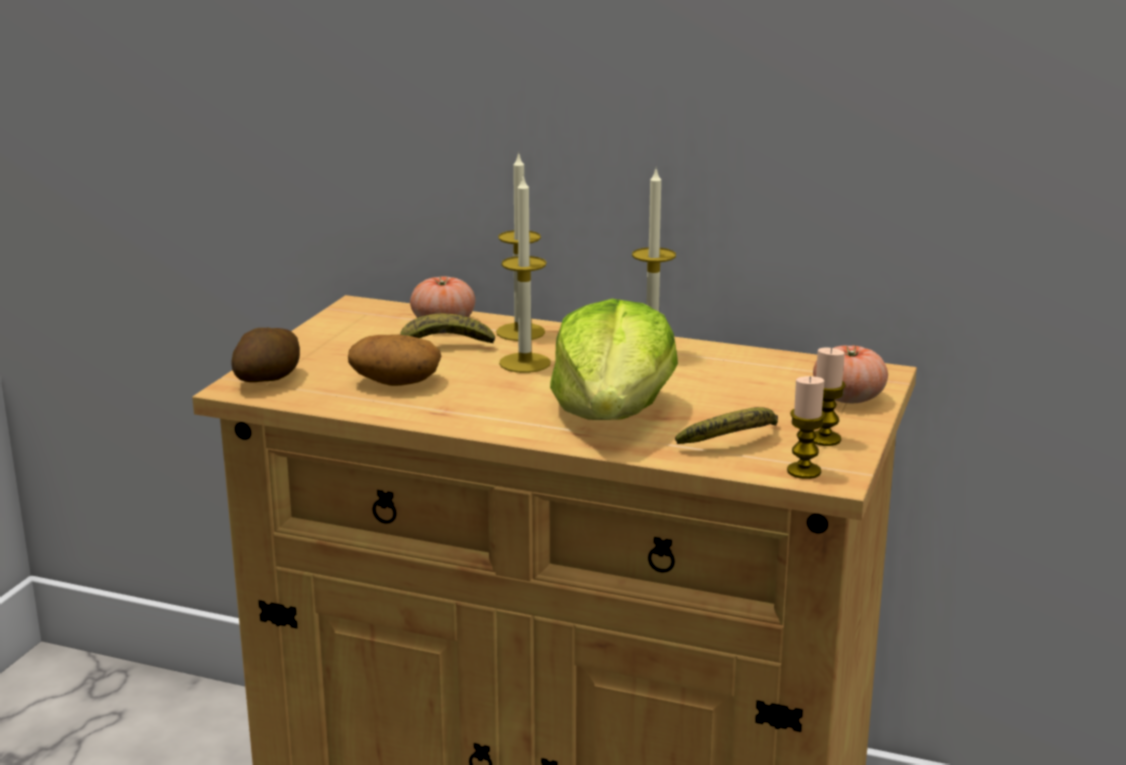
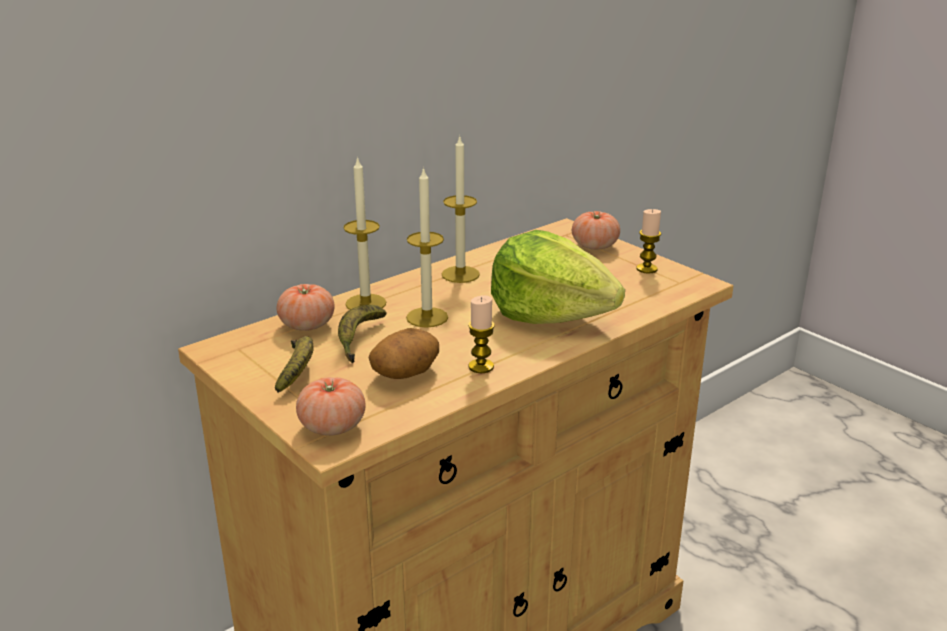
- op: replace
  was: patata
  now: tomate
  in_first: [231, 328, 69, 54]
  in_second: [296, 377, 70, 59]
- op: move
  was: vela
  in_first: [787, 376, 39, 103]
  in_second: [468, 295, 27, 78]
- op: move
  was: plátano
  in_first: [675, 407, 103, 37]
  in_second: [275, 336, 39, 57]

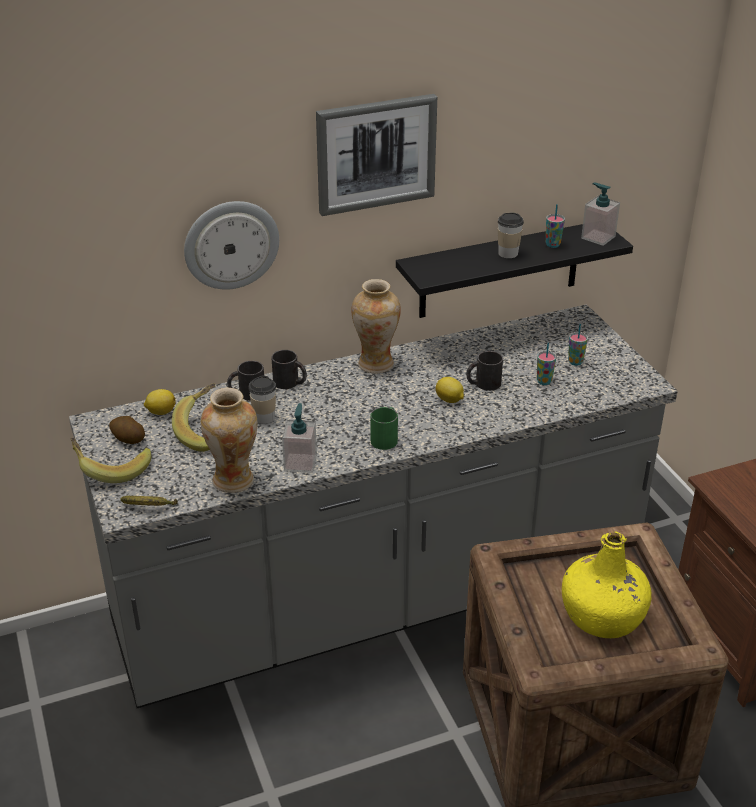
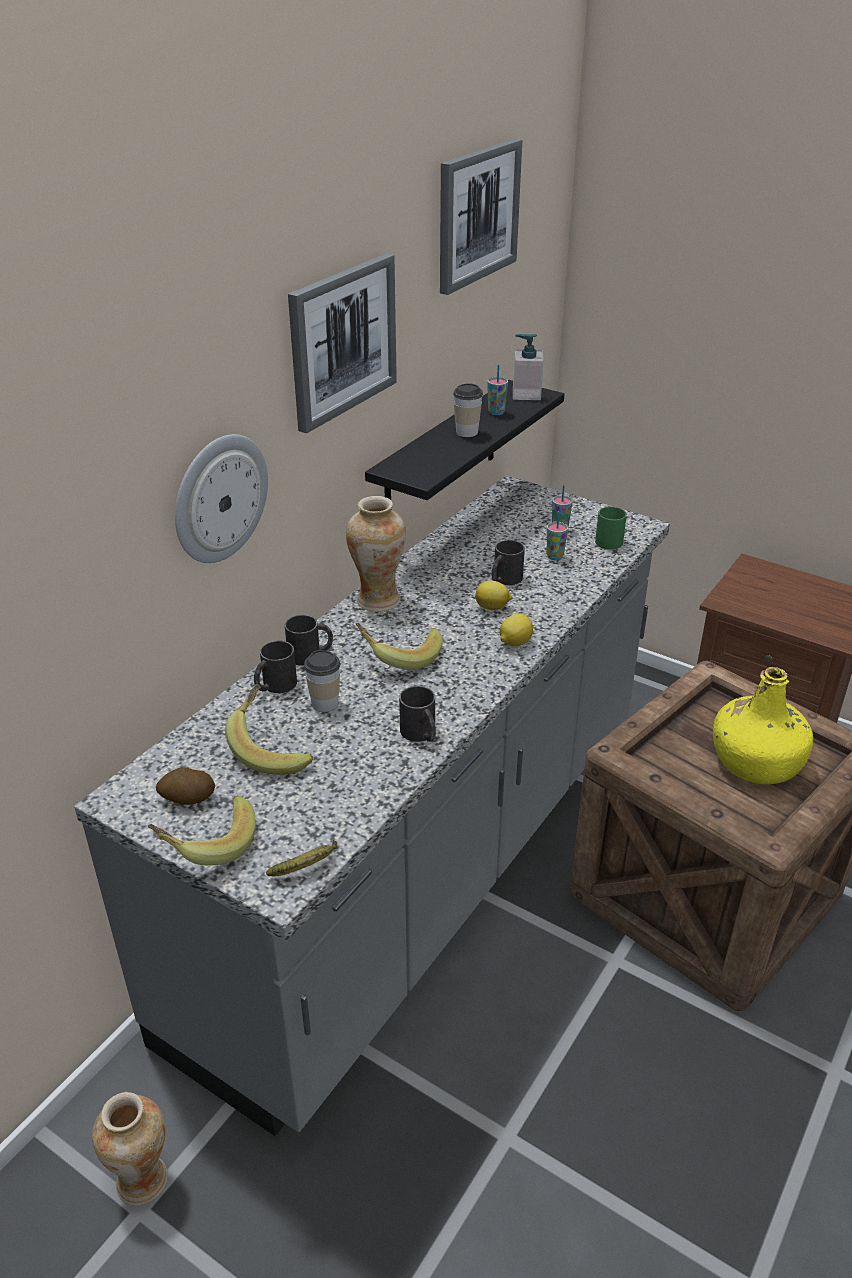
- op: move
  was: florero
  in_first: [201, 388, 56, 105]
  in_second: [92, 1092, 76, 114]
- op: move
  was: limón
  in_first: [144, 389, 32, 26]
  in_second: [499, 614, 34, 32]
- op: replace
  was: dispensador de jabón
  now: taza grande (negro)
  in_first: [282, 403, 35, 70]
  in_second: [399, 686, 37, 56]
- op: move
  was: taza grande (verde)
  in_first: [370, 407, 28, 43]
  in_second: [595, 507, 32, 43]
- op: insert
  now: cuadro
  in_second: [440, 139, 82, 156]
- op: insert
  now: plátano
  in_second: [355, 623, 88, 47]

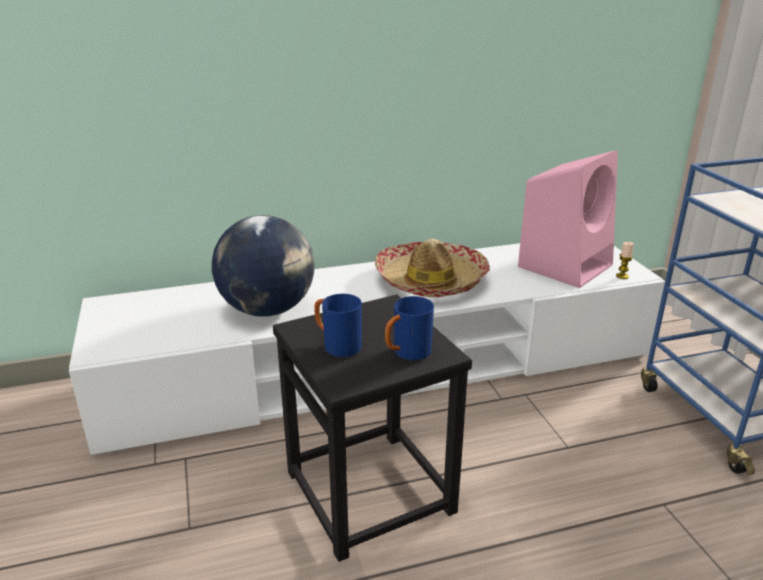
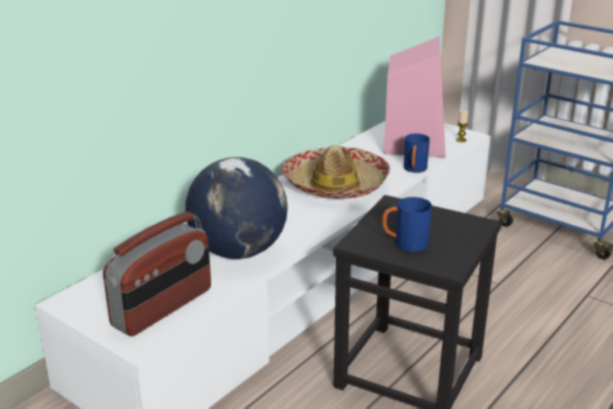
- op: move
  was: taza grande (azul)
  in_first: [385, 296, 49, 64]
  in_second: [404, 133, 26, 40]
- op: insert
  now: radio
  in_second: [103, 212, 108, 124]

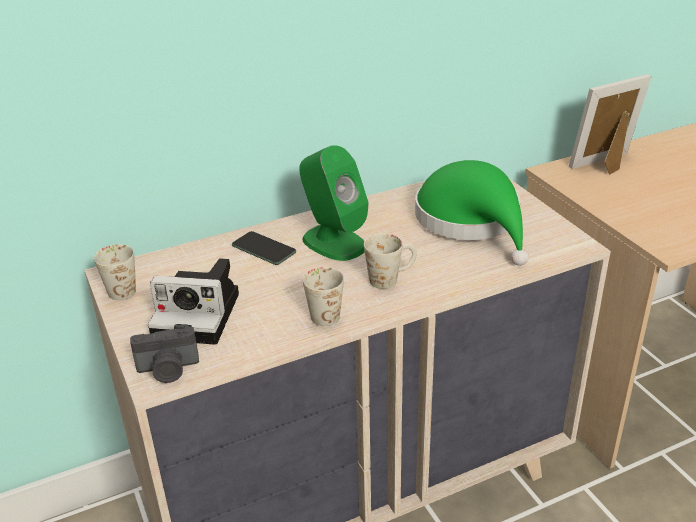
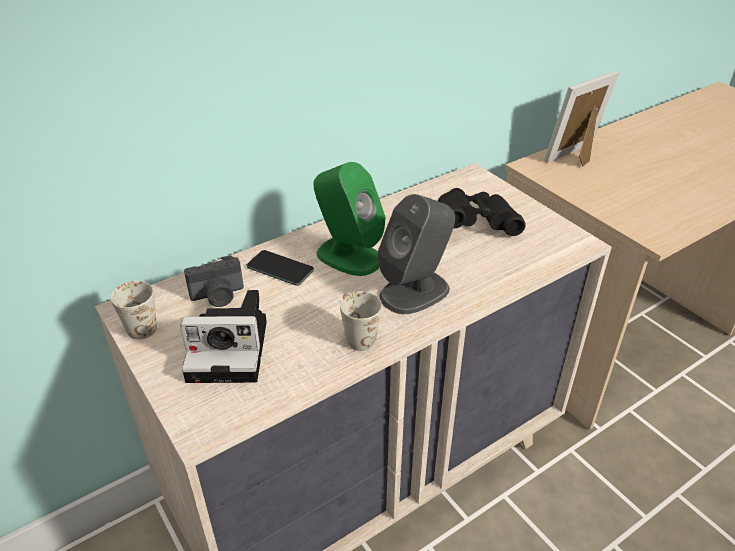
- op: replace
  was: sombrero (verde)
  now: prismáticos (negro)
  in_first: [415, 160, 114, 106]
  in_second: [438, 188, 88, 48]
- op: replace
  was: taza grande (blanco)
  now: altavoz (gris)
  in_first: [364, 233, 53, 56]
  in_second: [378, 194, 77, 120]
- op: move
  was: cámara
  in_first: [130, 324, 69, 59]
  in_second: [184, 256, 60, 51]

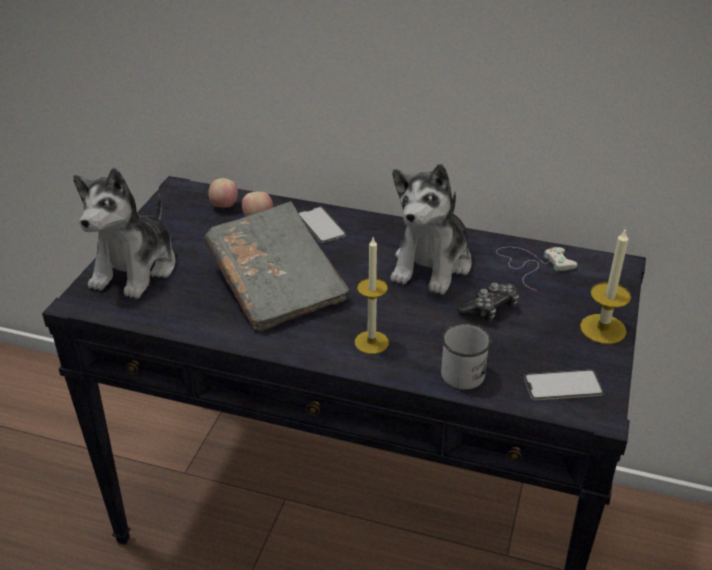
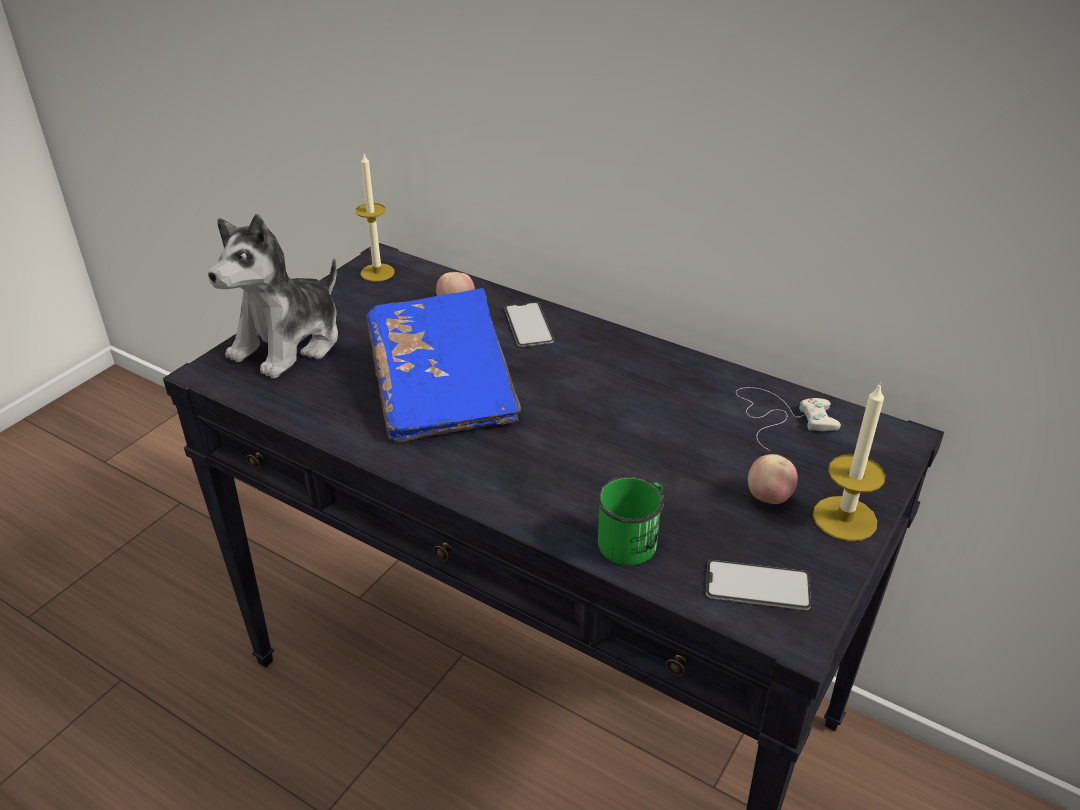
- op: delete
  was: peluche
  in_first: [391, 164, 81, 131]
- op: move
  was: manzana
  in_first: [209, 178, 29, 30]
  in_second: [748, 454, 50, 50]
- op: recolor
  was: libro (gris)
  now: libro (azul)
  in_first: [204, 202, 145, 130]
  in_second: [366, 288, 155, 155]
- op: move
  was: vela
  in_first: [355, 238, 34, 116]
  in_second: [355, 154, 40, 128]
- op: delete
  was: mando de consola
  in_first: [458, 282, 61, 40]
- op: recolor
  was: taza grande (blanco)
  now: taza grande (verde)
  in_first: [441, 323, 50, 67]
  in_second: [597, 476, 67, 90]

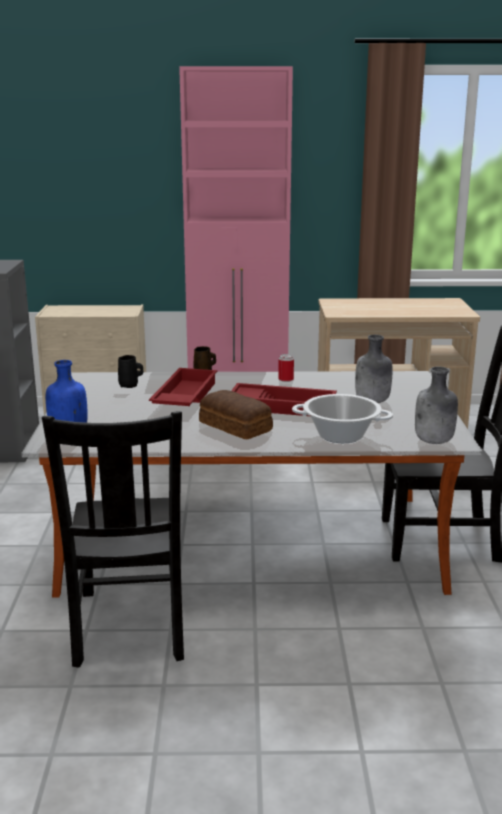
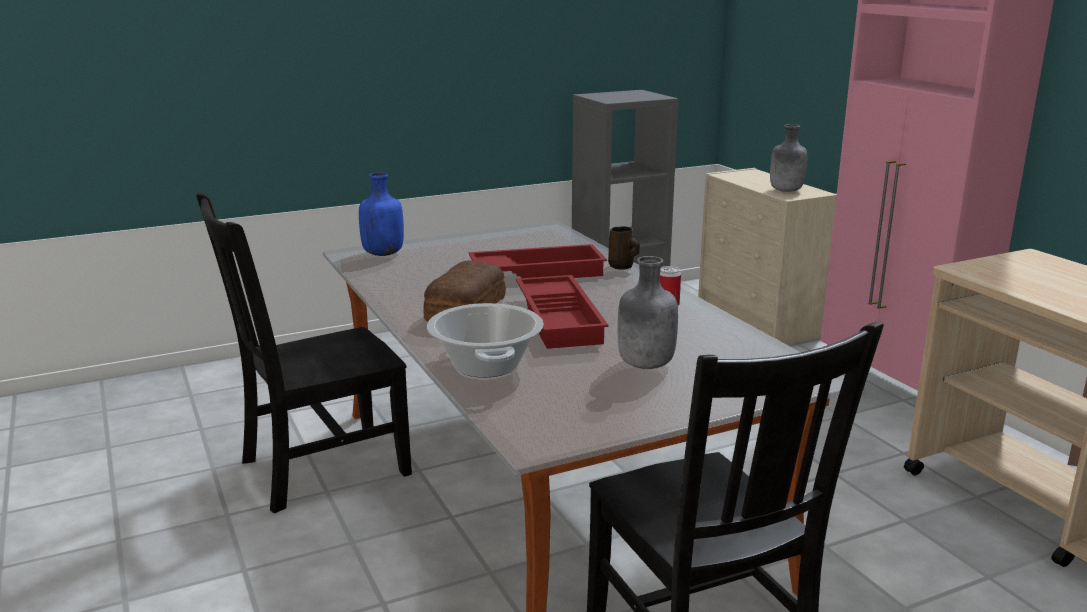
- op: delete
  was: taza grande (negro)
  in_first: [118, 355, 25, 33]
- op: move
  was: botella (gris)
  in_first: [415, 366, 43, 78]
  in_second: [770, 124, 37, 68]

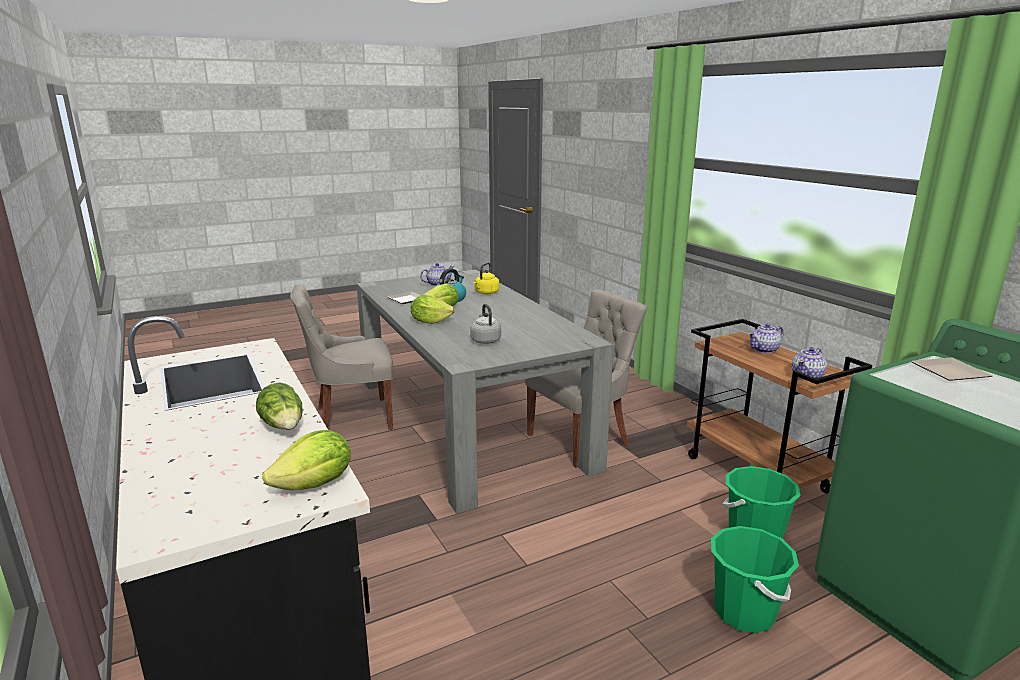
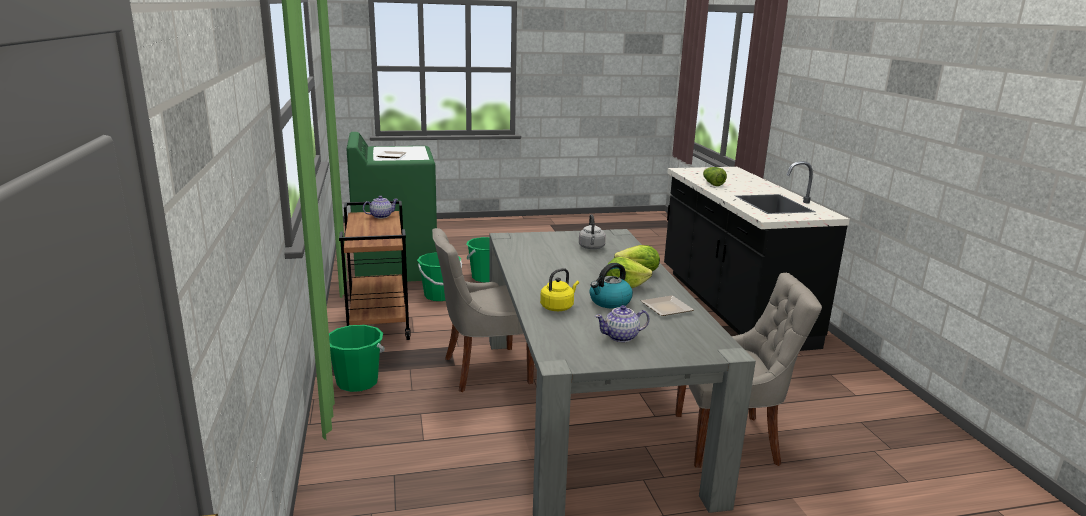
- op: delete
  was: tetera
  in_first: [748, 323, 36, 31]
- op: delete
  was: lechuga
  in_first: [262, 430, 89, 60]
- op: insert
  now: cubo (verde)
  in_second: [329, 325, 56, 67]

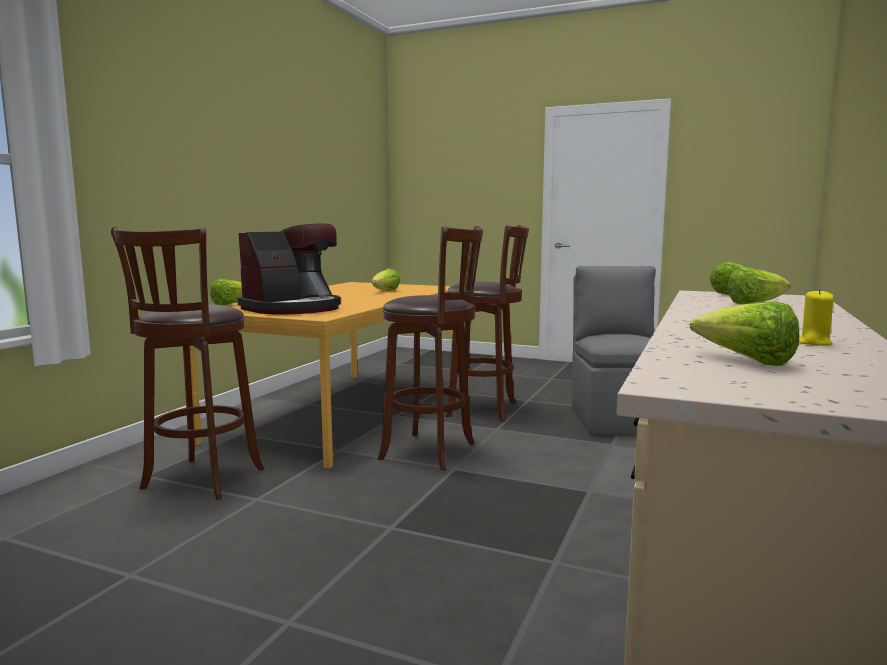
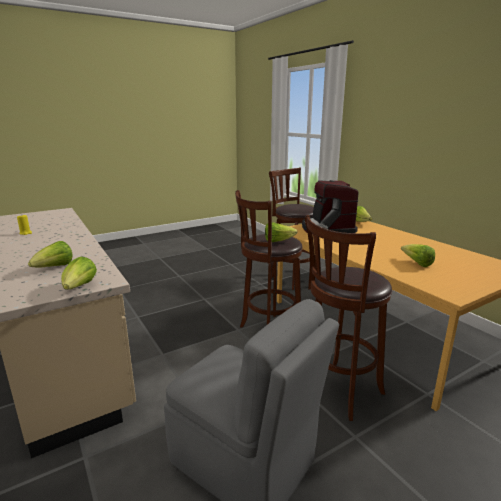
- op: move
  was: lechuga
  in_first: [690, 301, 109, 65]
  in_second: [265, 222, 33, 20]

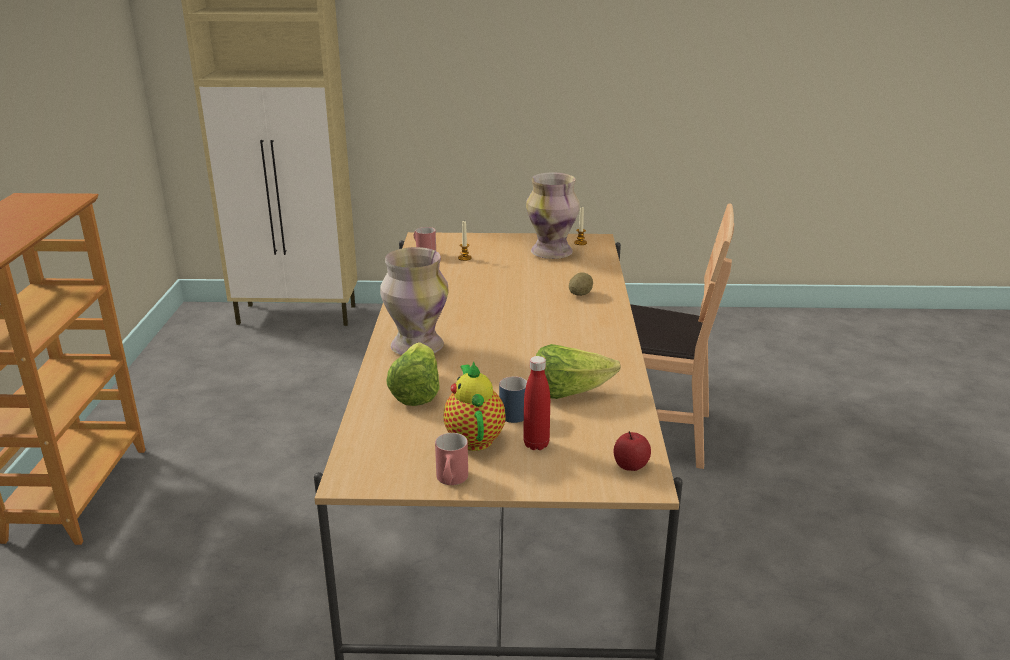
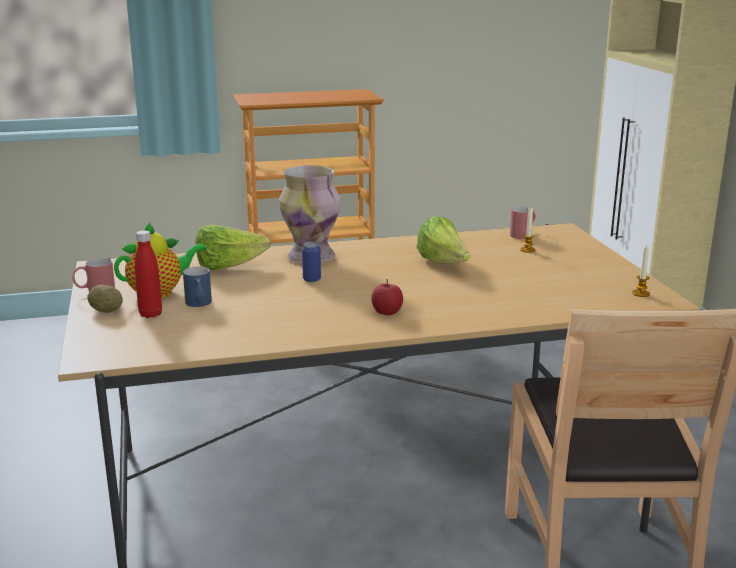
- op: delete
  was: florero
  in_first: [526, 172, 54, 87]
- op: move
  was: patata
  in_first: [569, 273, 24, 23]
  in_second: [87, 285, 36, 28]
- op: move
  was: lechuga
  in_first: [536, 344, 85, 55]
  in_second: [416, 216, 54, 48]
- op: move
  was: manzana
  in_first: [614, 431, 37, 40]
  in_second: [371, 279, 32, 36]
- op: insert
  now: lata
  in_second: [302, 242, 19, 40]

